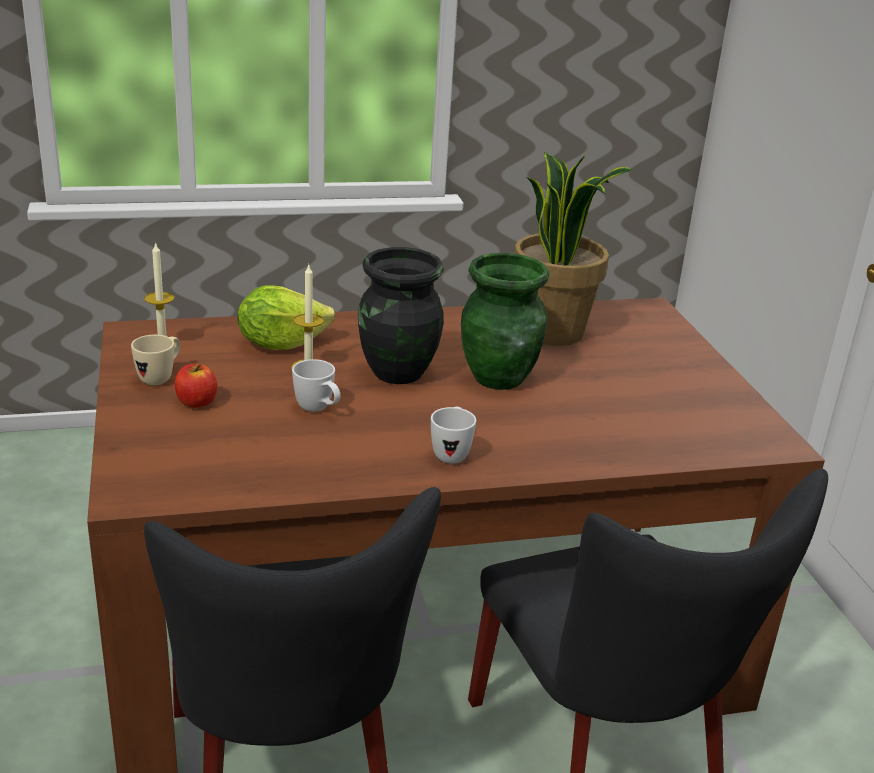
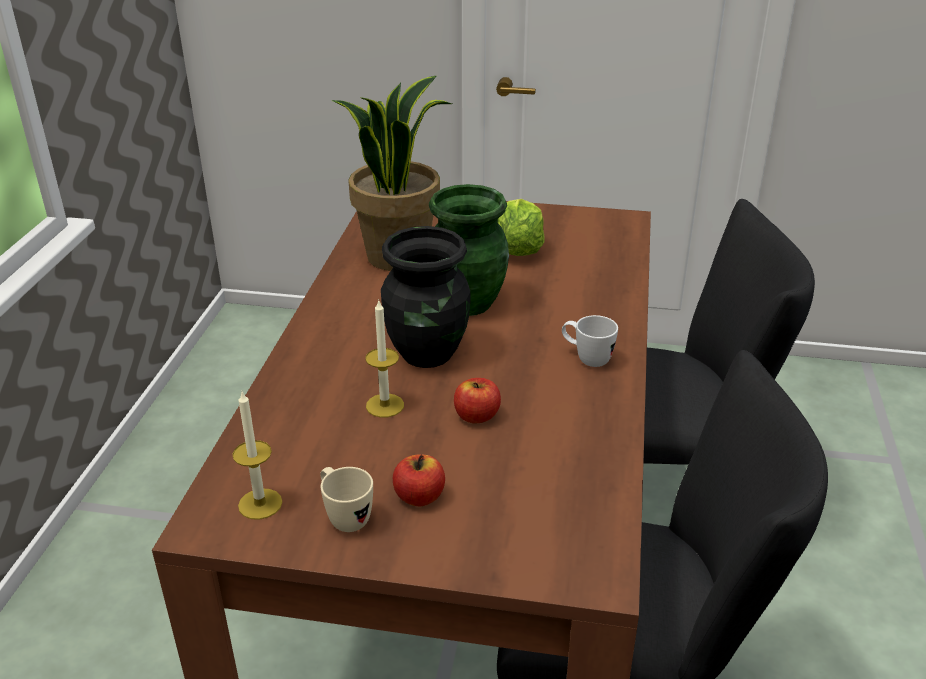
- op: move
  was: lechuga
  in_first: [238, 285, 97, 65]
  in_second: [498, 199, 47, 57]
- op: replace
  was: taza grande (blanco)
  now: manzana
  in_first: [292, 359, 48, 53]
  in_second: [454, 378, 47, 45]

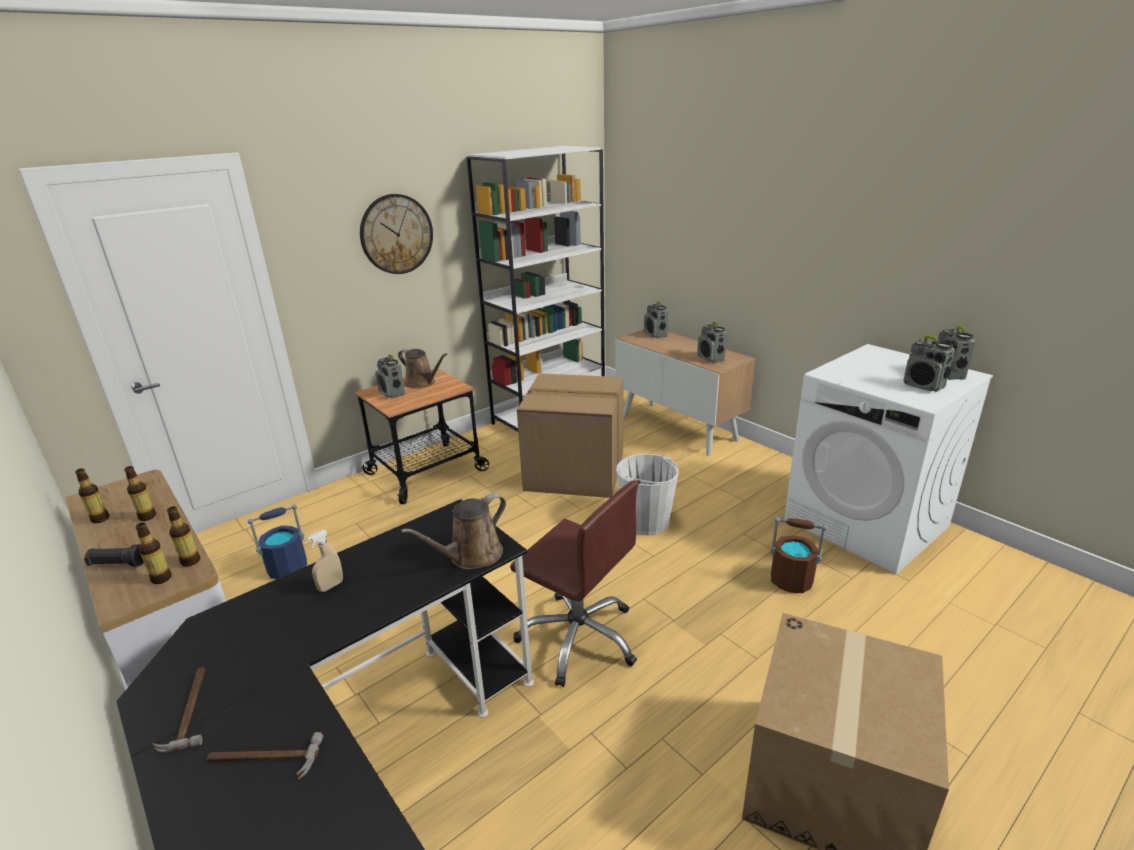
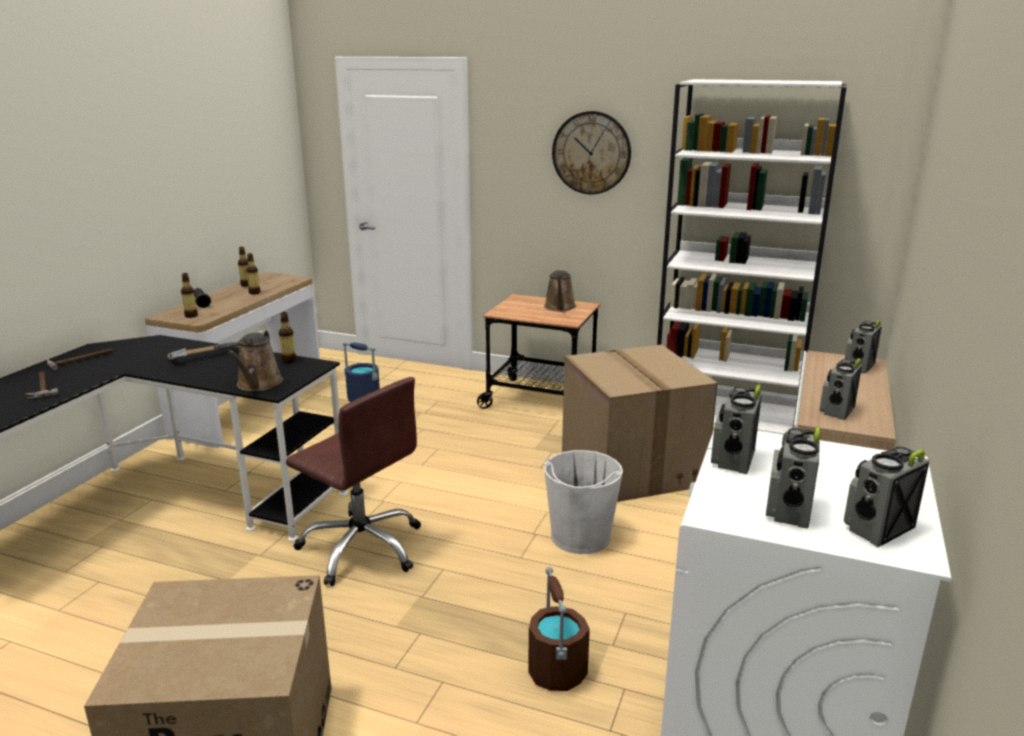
- op: move
  was: radio
  in_first: [375, 354, 30, 44]
  in_second: [711, 385, 51, 89]
- op: rotate
  was: silla de oficina (marrón)
  in_first: [510, 480, 128, 207]
  in_second: [286, 377, 135, 209]
  clockwise: -60
- op: rotate
  was: regadera (marrón)
  in_first: [401, 494, 105, 76]
  in_second: [228, 330, 55, 61]
  clockwise: -105
- op: move
  was: botella
  in_first: [167, 506, 33, 61]
  in_second: [279, 312, 17, 51]
- op: replace
  was: pulverizador (beis)
  now: martillo
  in_first: [307, 530, 36, 62]
  in_second: [167, 341, 72, 19]

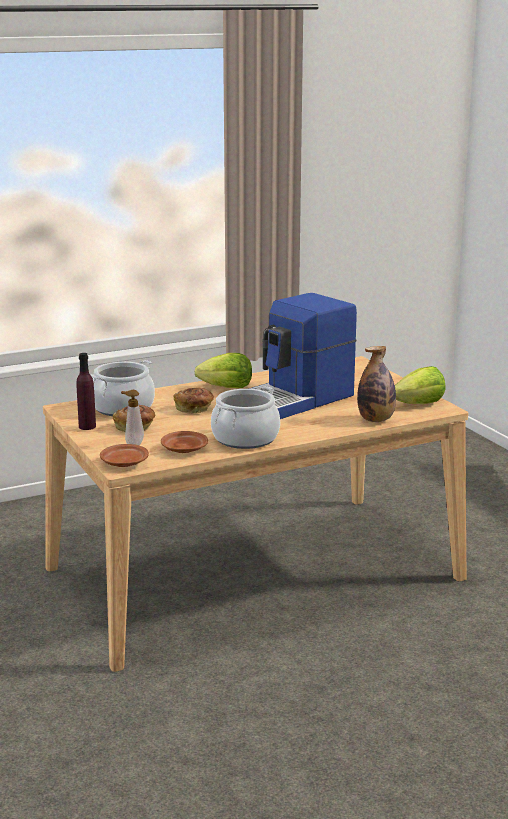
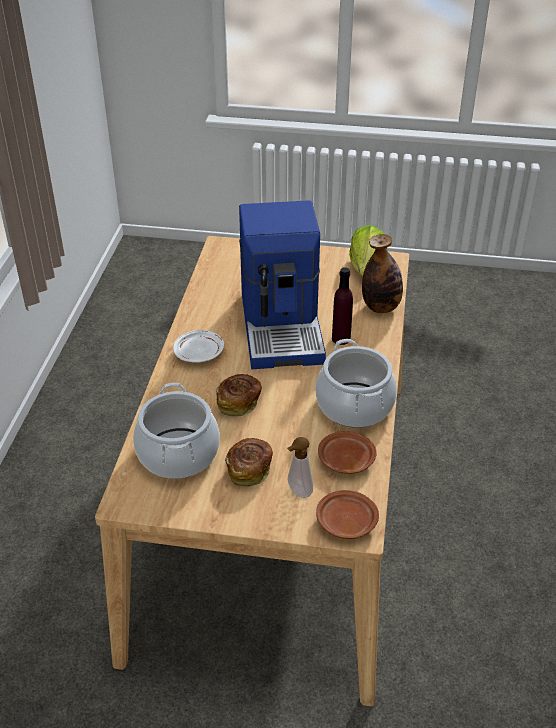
- op: move
  was: botella (morado)
  in_first: [76, 353, 20, 77]
  in_second: [332, 267, 21, 78]
- op: replace
  was: lechuga
  now: plato (blanco)
  in_first: [195, 353, 57, 35]
  in_second: [173, 330, 51, 33]

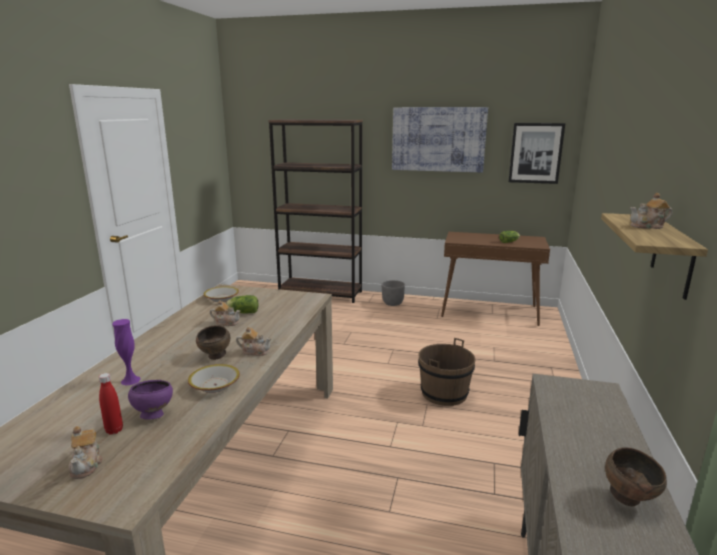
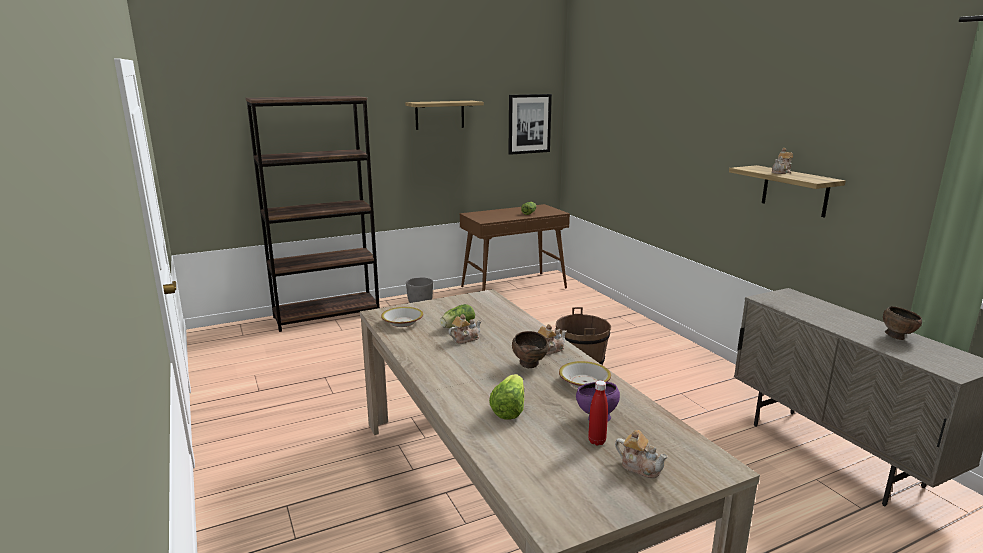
- op: replace
  was: cuadro
  now: estante
  in_first: [392, 107, 96, 66]
  in_second: [405, 101, 79, 29]
- op: replace
  was: florero (morado)
  now: lechuga
  in_first: [112, 319, 29, 67]
  in_second: [489, 374, 35, 46]

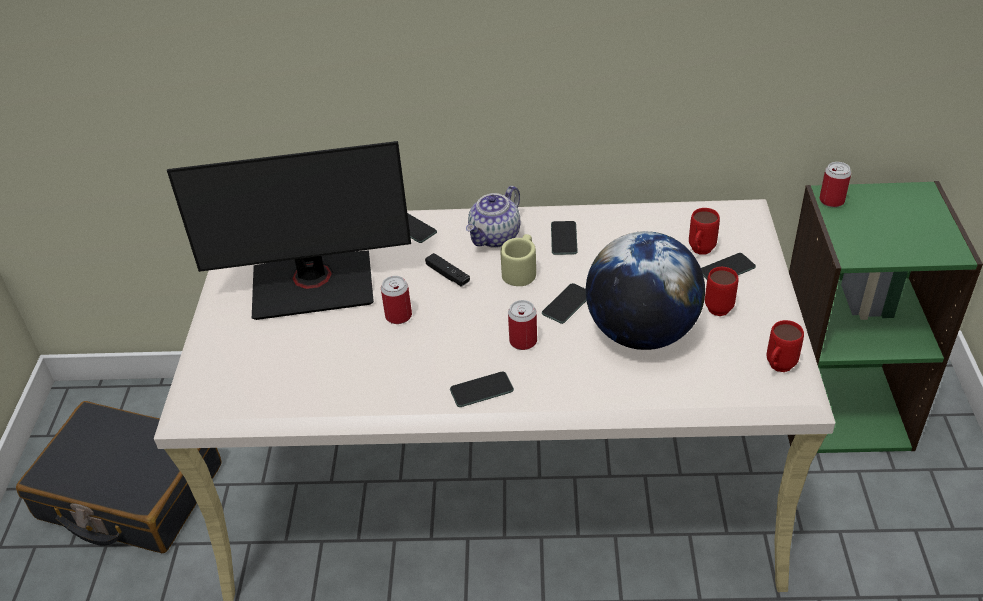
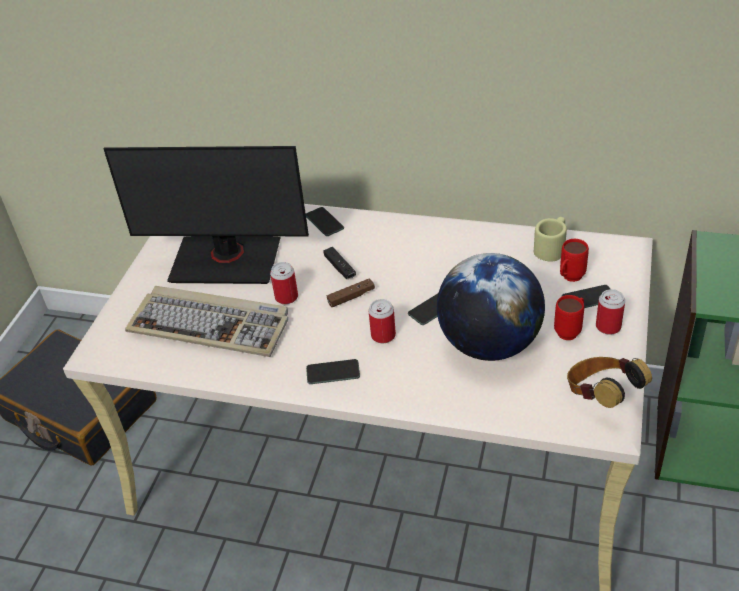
- op: move
  was: lata
  in_first: [819, 162, 32, 45]
  in_second: [596, 289, 29, 46]
- op: delete
  was: tetera
  in_first: [466, 186, 55, 62]
- op: delete
  was: móvil
  in_first: [551, 221, 27, 34]
- op: move
  was: taza grande (beis)
  in_first: [500, 234, 36, 52]
  in_second: [534, 217, 33, 44]
- op: replace
  was: taza grande (rojo)
  now: auriculares
  in_first: [767, 320, 37, 52]
  in_second: [567, 357, 85, 51]
- op: insert
  now: mando de consola (marrón)
  in_second: [327, 278, 48, 29]
- op: insert
  now: teclado
  in_second: [125, 286, 163, 71]

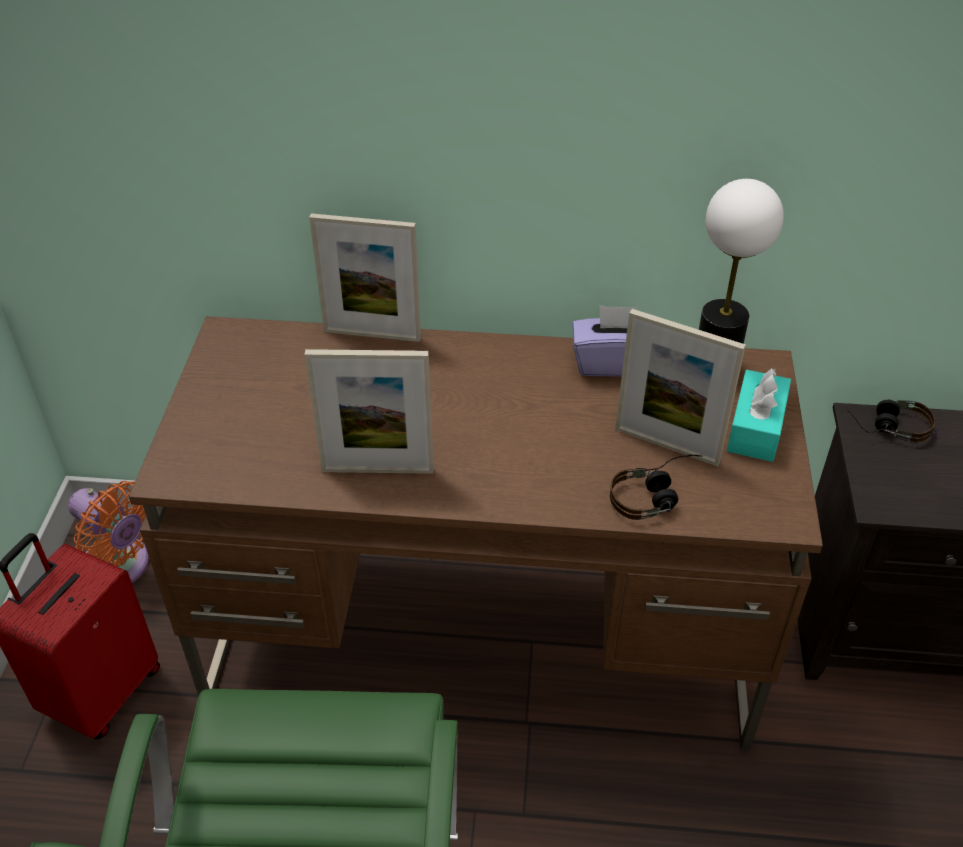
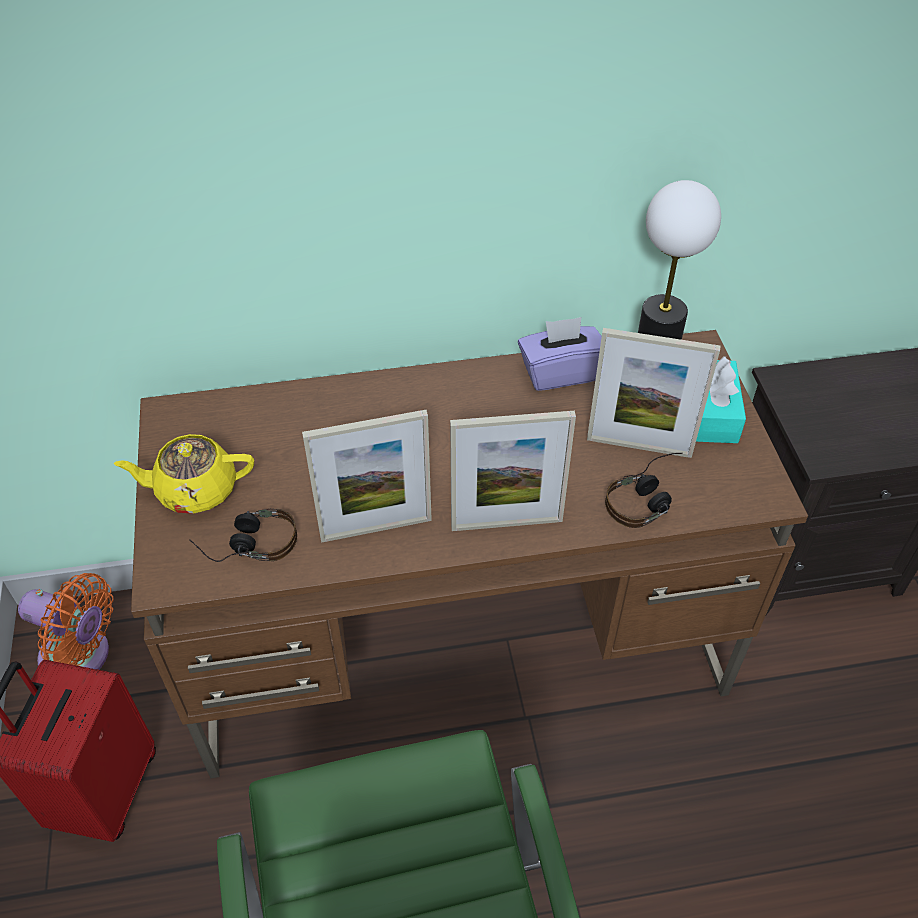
- op: move
  was: portarretratos
  in_first: [309, 213, 112, 129]
  in_second: [450, 411, 126, 120]
- op: move
  was: auriculares
  in_first: [847, 399, 88, 43]
  in_second: [189, 509, 108, 53]
- op: insert
  now: tetera (amarillo)
  in_second: [113, 434, 141, 80]

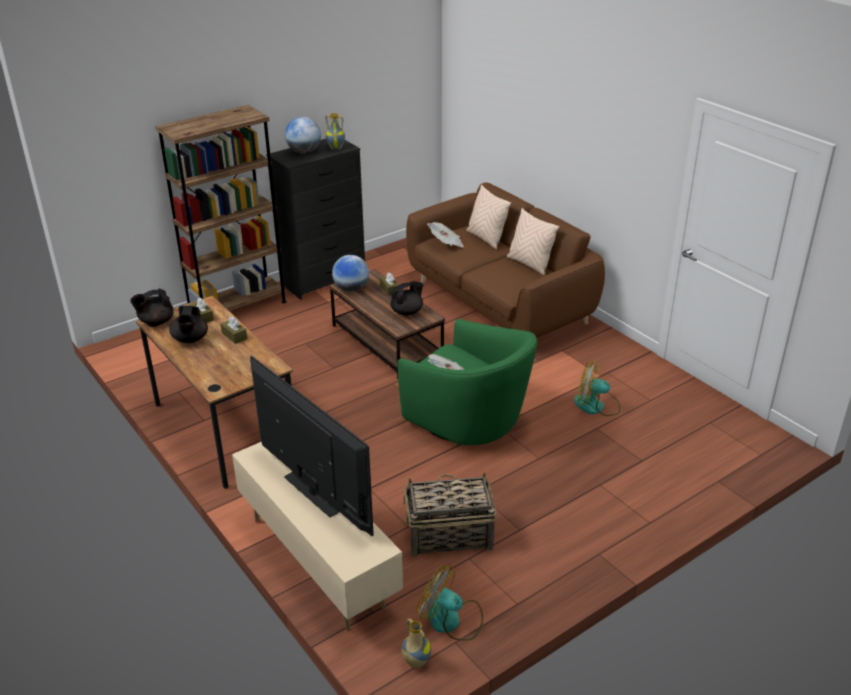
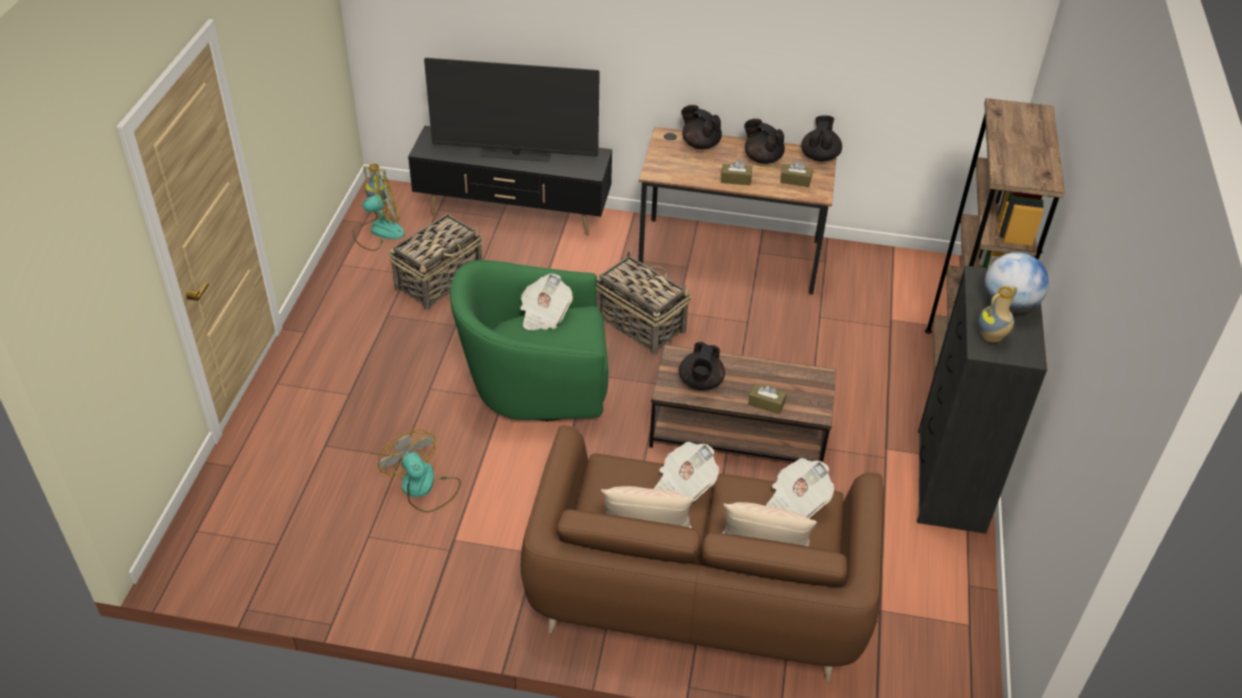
- op: delete
  was: globo terráqueo
  in_first: [332, 255, 37, 37]
- op: rotate
  was: ventilador
  in_first: [574, 361, 46, 55]
  in_second: [378, 430, 83, 83]
  clockwise: -90
- op: recolor
  was: mueble de televisión (beis)
  now: mueble de televisión (negro)
  in_first: [232, 442, 171, 189]
  in_second: [408, 126, 204, 110]
- op: insert
  now: tetera (negro)
  in_second: [681, 105, 41, 44]
- op: insert
  now: cesta
  in_second: [596, 250, 96, 105]
- op: insert
  now: periódico
  in_second: [654, 442, 65, 60]

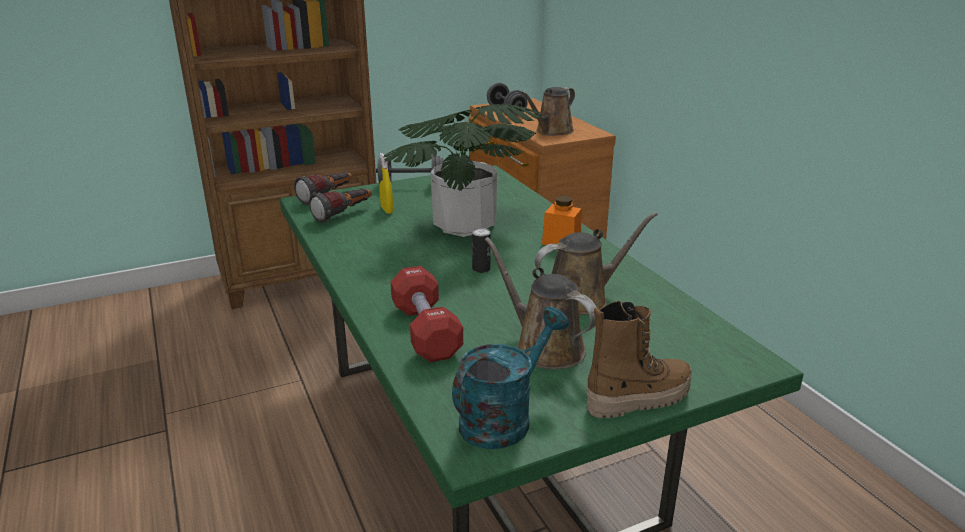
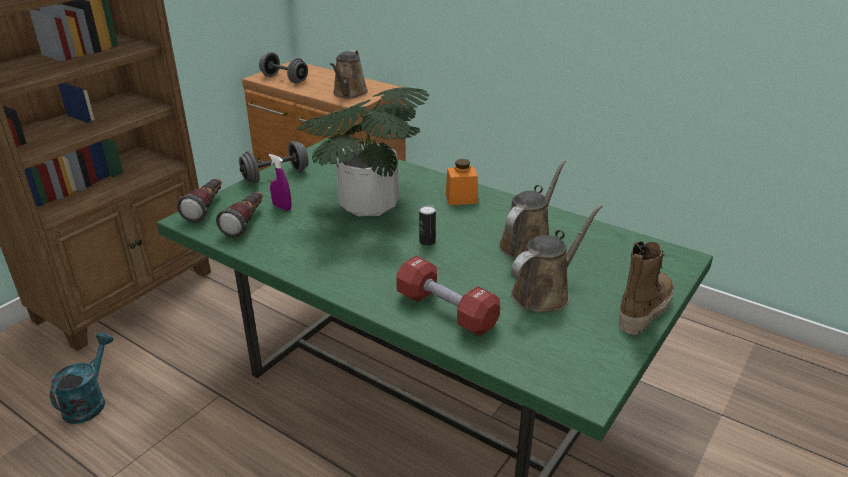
- op: recolor
  was: pulverizador (amarillo)
  now: pulverizador (morado)
  in_first: [379, 153, 14, 61]
  in_second: [268, 154, 23, 57]
- op: rotate
  was: regadera (marrón)
  in_first: [485, 237, 112, 132]
  in_second: [511, 205, 92, 107]
  clockwise: 120
- op: move
  was: regadera (turquesa)
  in_first: [452, 306, 117, 143]
  in_second: [50, 333, 64, 91]

